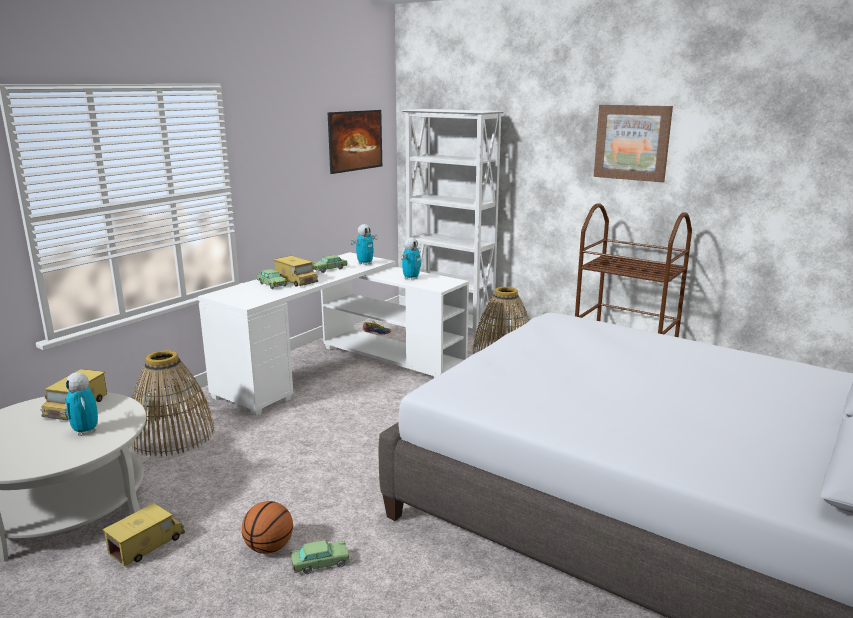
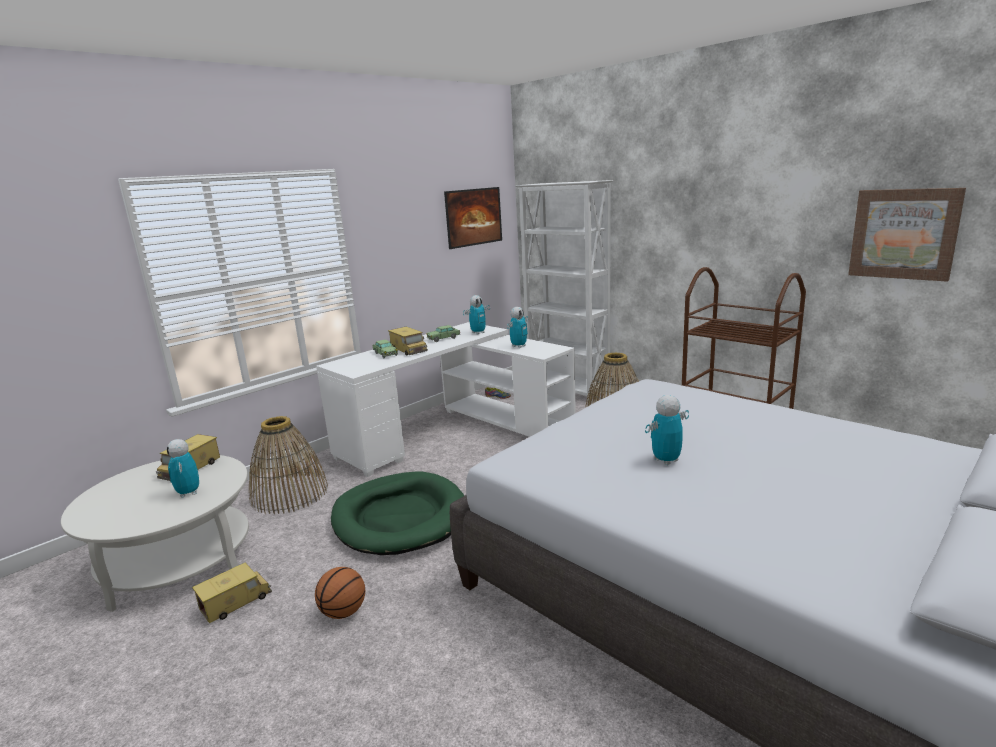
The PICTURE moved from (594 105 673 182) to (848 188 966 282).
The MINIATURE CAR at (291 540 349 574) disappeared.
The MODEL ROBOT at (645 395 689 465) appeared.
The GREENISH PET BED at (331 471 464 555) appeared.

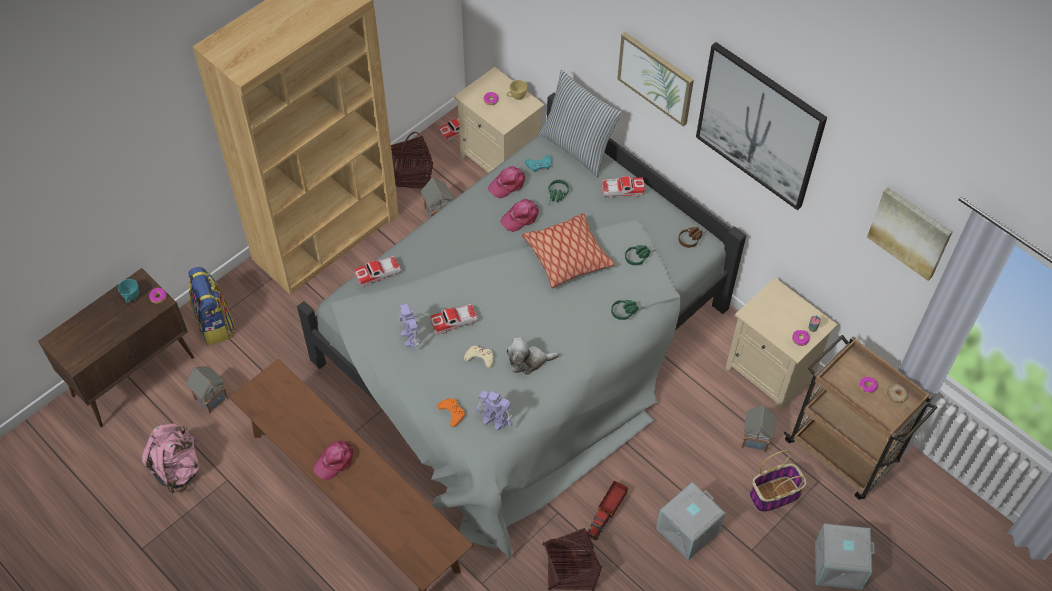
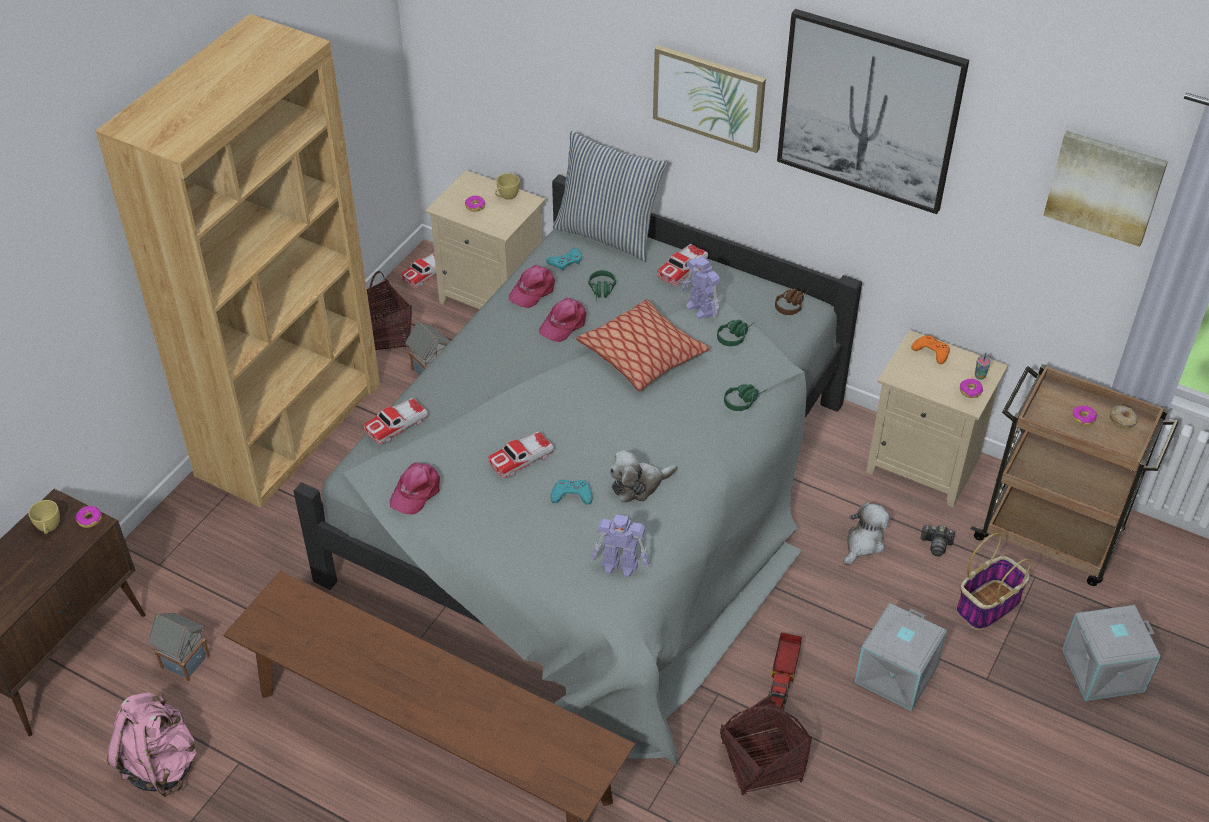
The MINIATURE CAR at (601 176 645 199) turned 150 degrees clockwise.
The RUCKSACK at (188 267 235 345) disappeared.
The BLUE-GREEN DRINKING CUP at (118 279 139 303) became the YELLOW-COLOURED DRINKING CUP at (28 500 60 534).
The MODEL ROBOT moved from (399 303 421 351) to (681 256 720 319).
The BEIGE JOYPAD at (464 345 493 368) became the BLUE-GREEN JOYPAD at (550 480 593 504).
The ORANGEY JOYPAD moved from (437 398 465 427) to (911 335 950 364).
The TOY HOUSE at (742 405 776 452) was replaced by the STILL CAMERA at (921 525 955 556).
The PINK-COLOURED PEAKED CAP moved from (313 440 353 480) to (390 462 440 515).
The SOFT TOY at (844 502 889 565) appeared.

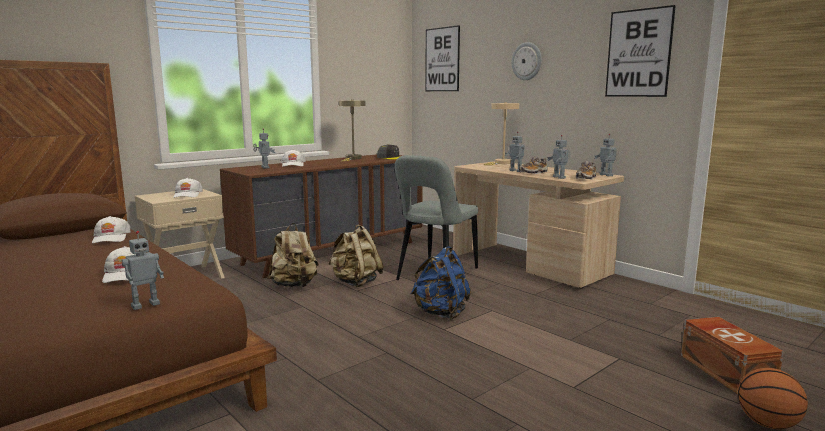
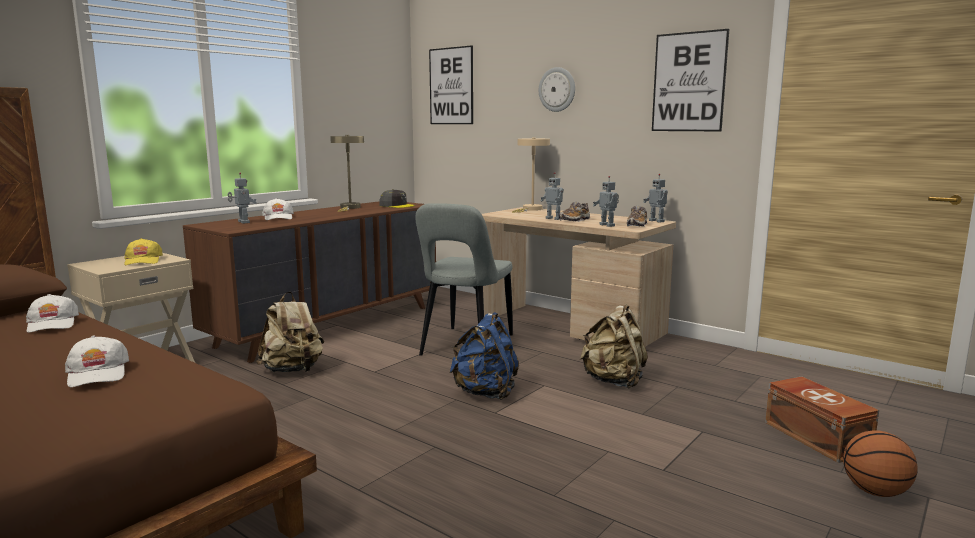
The WHITE PEAKED CAP at (173 178 203 198) became the YELLOW-COLOURED PEAKED CAP at (124 238 163 265).
The BEIGE RUCKSACK moved from (328 225 384 287) to (580 304 648 389).
The MODEL ROBOT at (122 231 164 310) disappeared.

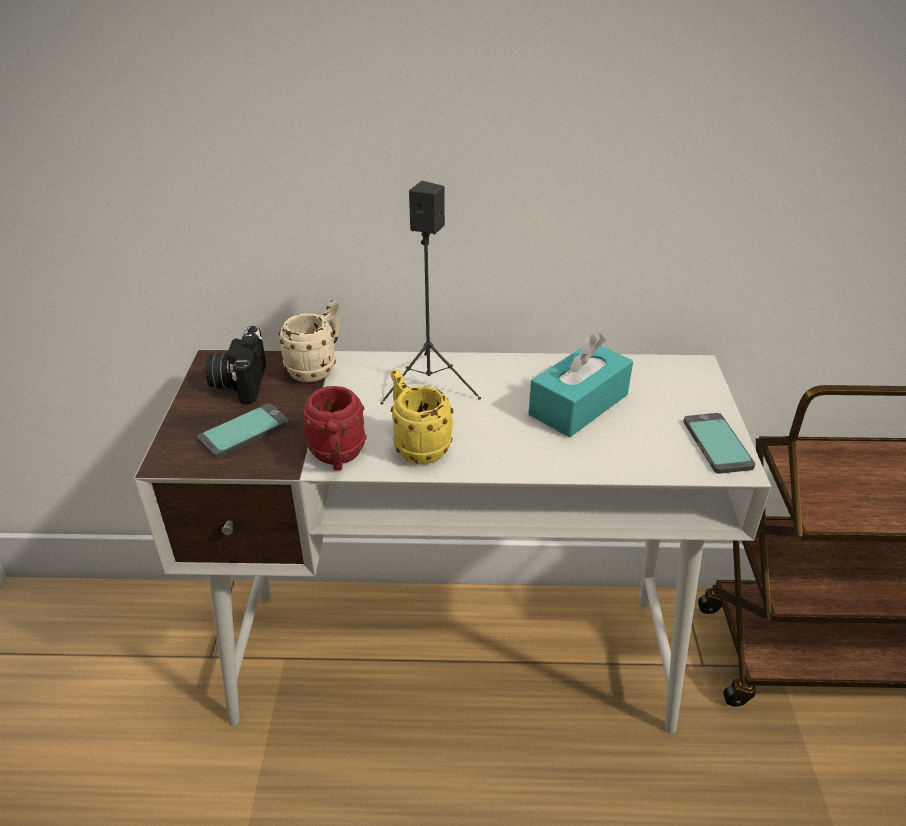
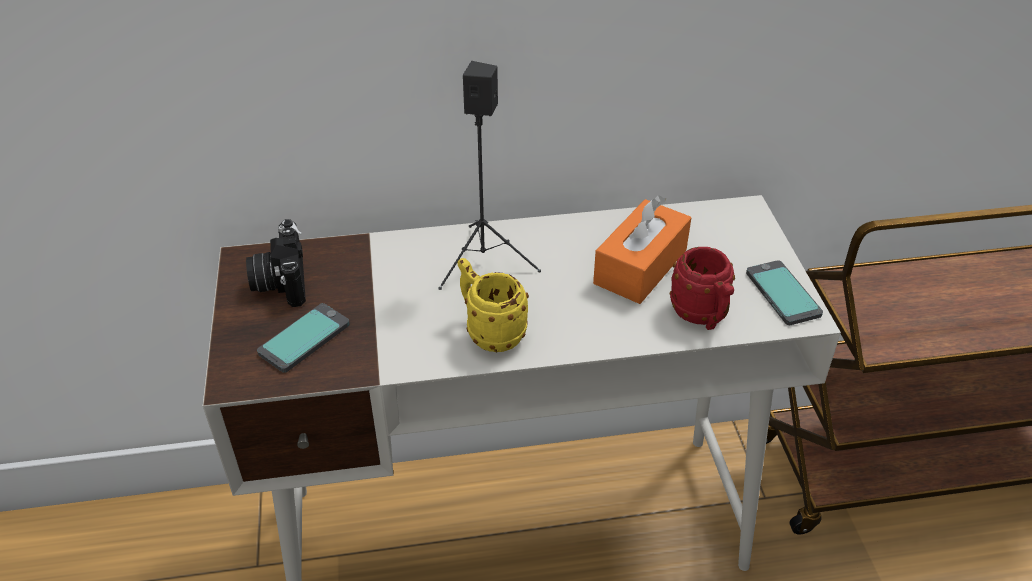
The BEIGE MUG at (279 300 340 382) disappeared.
The BLUE-GREEN TISSUE HOLDER at (529 333 633 437) became the ORANGEY TISSUE HOLDER at (593 195 691 304).
The REDDISH MUG moved from (301 386 367 471) to (670 247 735 330).

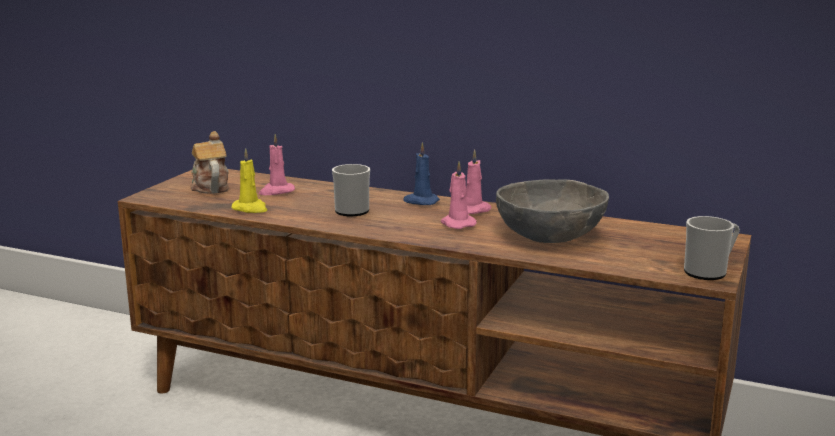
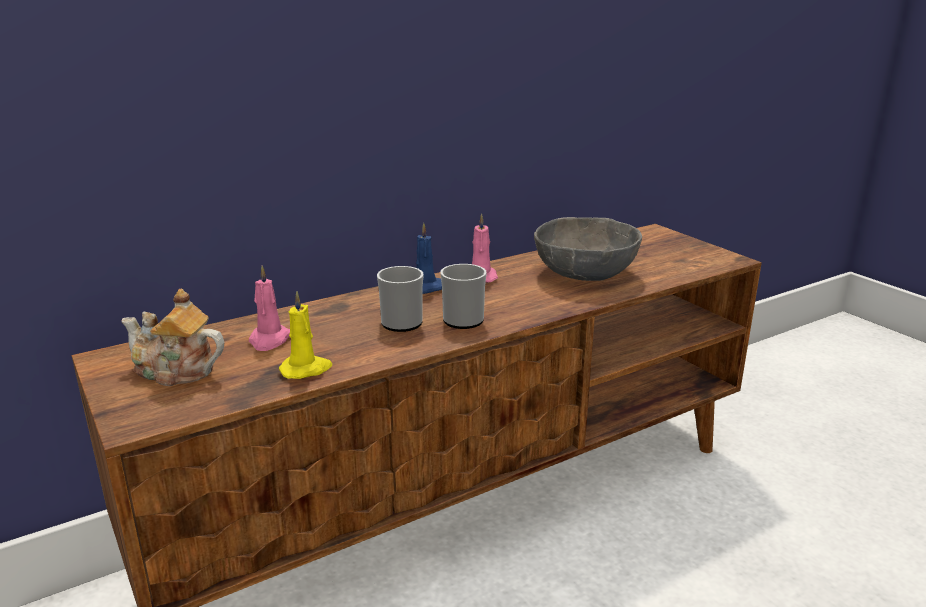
The PINK-COLOURED CANDLE at (441 161 477 229) disappeared.
The MUG moved from (684 216 740 280) to (441 264 487 329).

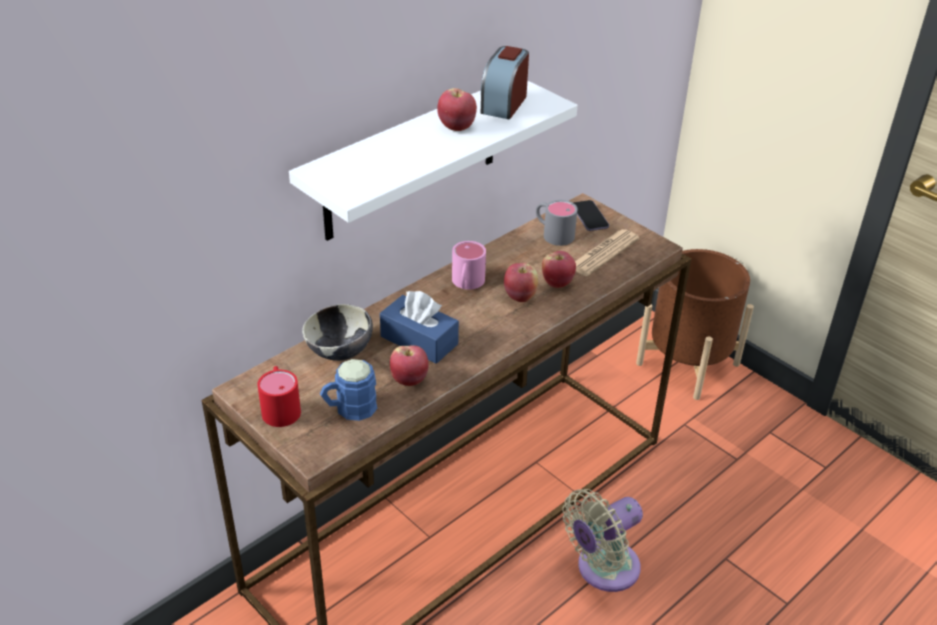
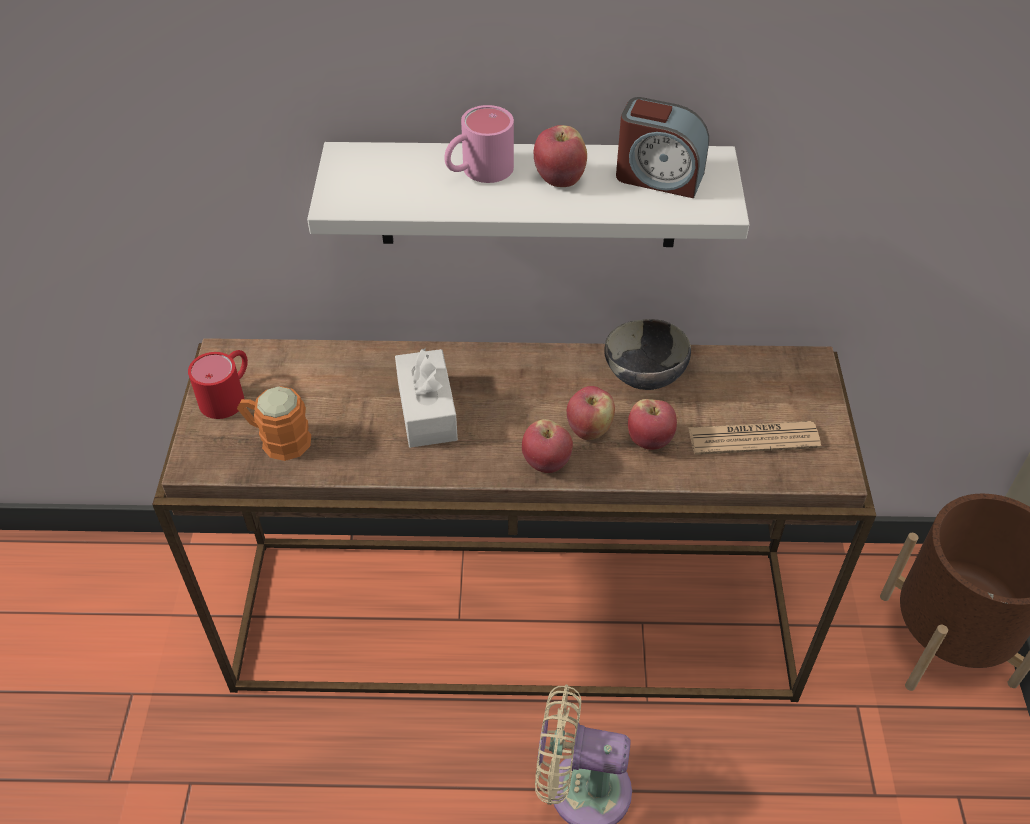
The TABLE CLOCK at (481 46 529 119) turned 135 degrees counterclockwise.
The GREYISH MUG at (536 200 577 246) disappeared.
The PHONE at (573 200 609 231) disappeared.
The PINK-COLOURED MUG moved from (452 241 486 290) to (444 105 514 183).
The BLUE TISSUE HOLDER at (380 291 459 364) became the WHITE TISSUE HOLDER at (395 348 458 448).
The SERVING BOWL moved from (302 304 373 361) to (604 319 691 390).
The APPLE FRUIT moved from (390 345 429 386) to (522 419 573 473).
The BLUE MUG at (320 359 377 421) became the ORANGEY MUG at (237 386 311 461).

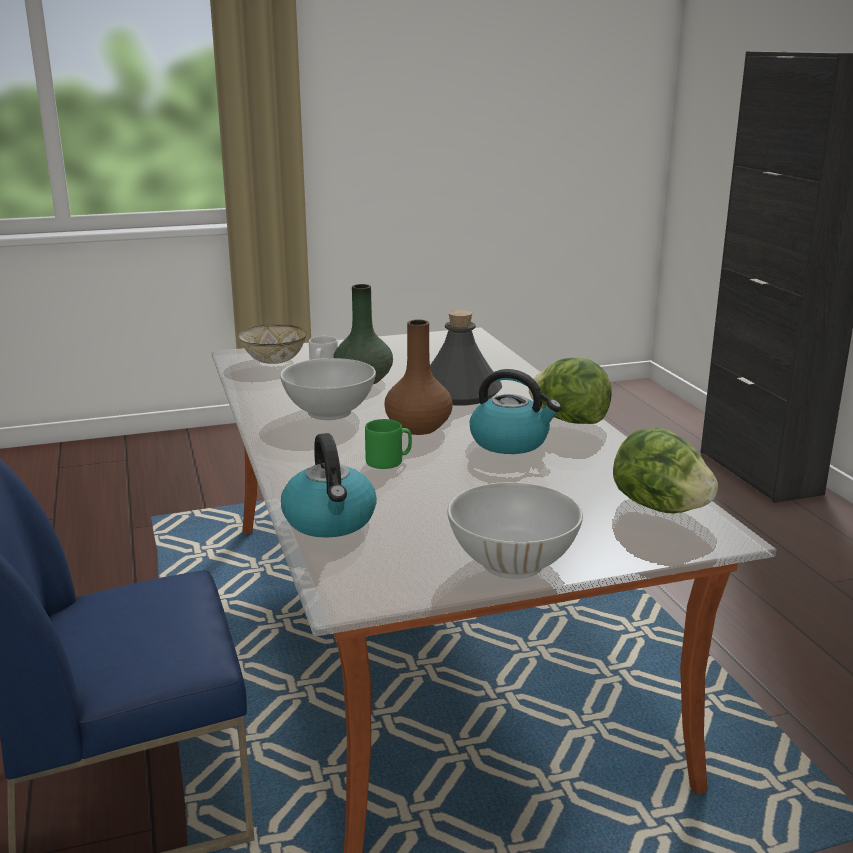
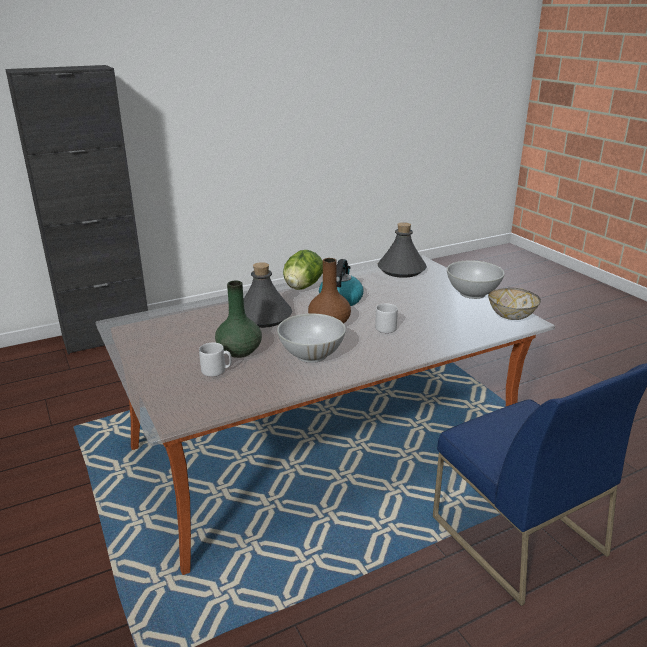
The SERVING BOWL moved from (238 324 307 364) to (488 288 541 320).
The GREENISH MUG at (365 419 412 469) became the GREYISH MUG at (375 303 398 333).
The LETTUCE at (613 428 718 513) was replaced by the GREYISH BOTTLE at (378 222 427 278).
The WATER KETTLE at (281 433 377 538) disappeared.

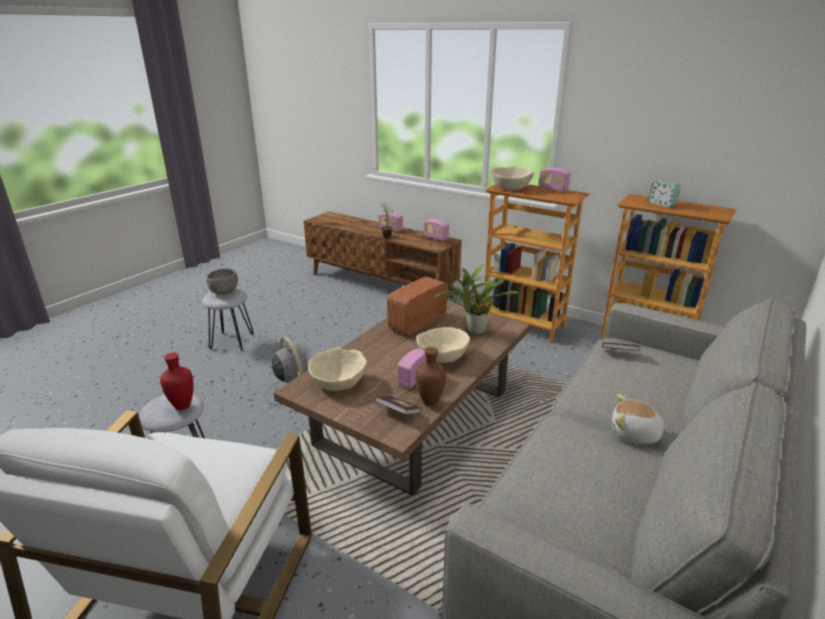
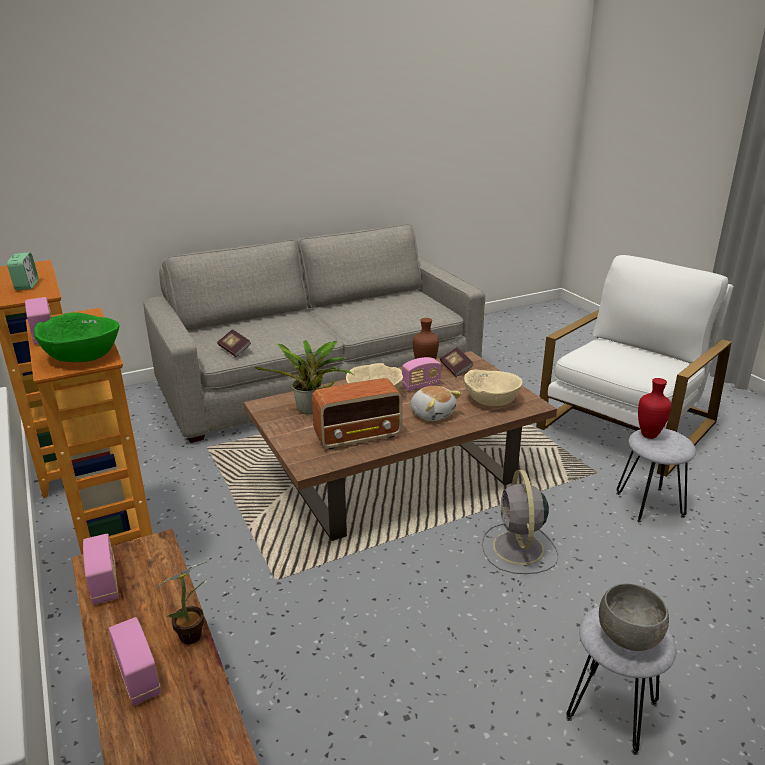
The BEIGE SERVING BOWL at (491 166 534 191) became the GREENISH SERVING BOWL at (34 312 120 362).
The SOFT TOY moved from (612 394 671 444) to (411 386 462 421).

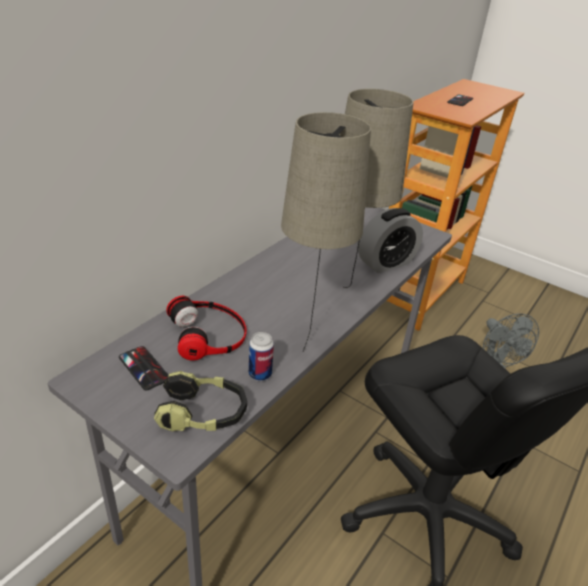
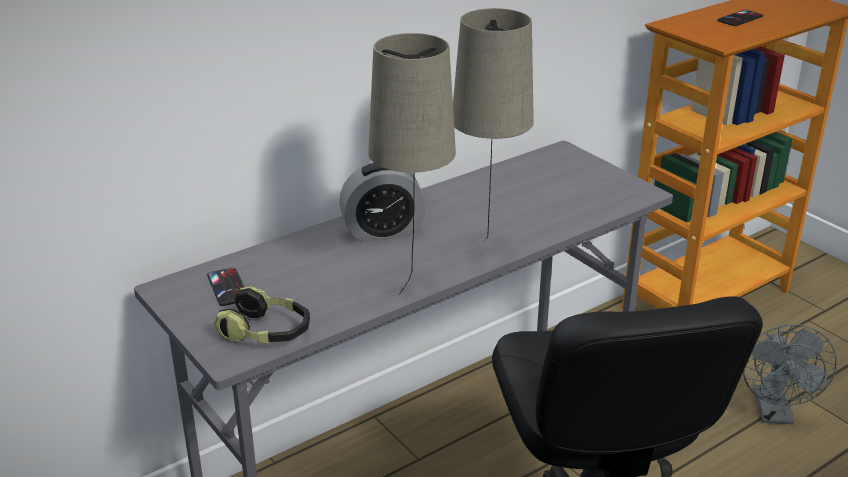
The TABLE CLOCK moved from (358 208 423 273) to (339 162 426 242).
The HEADPHONES at (166 296 247 361) disappeared.
The METAL CAN at (249 332 274 381) disappeared.

